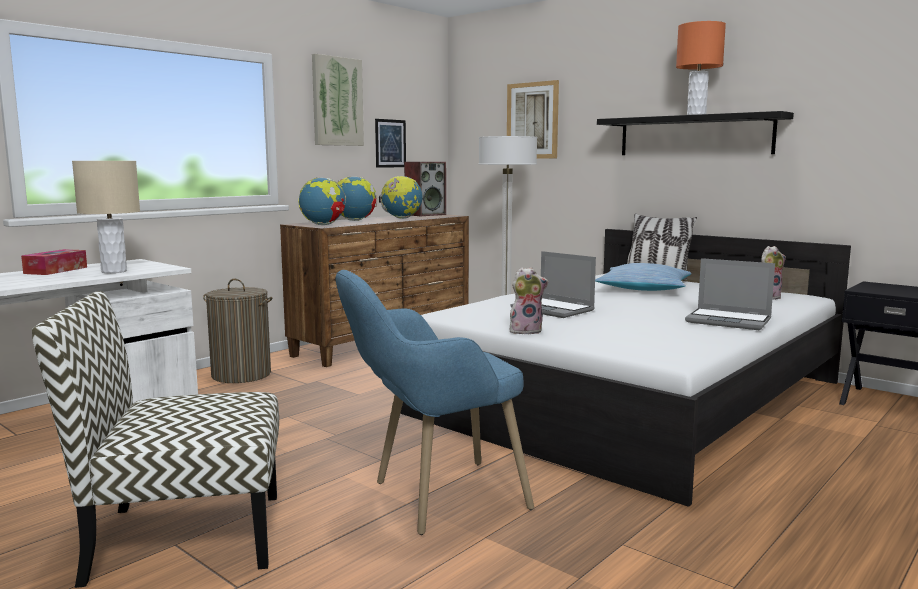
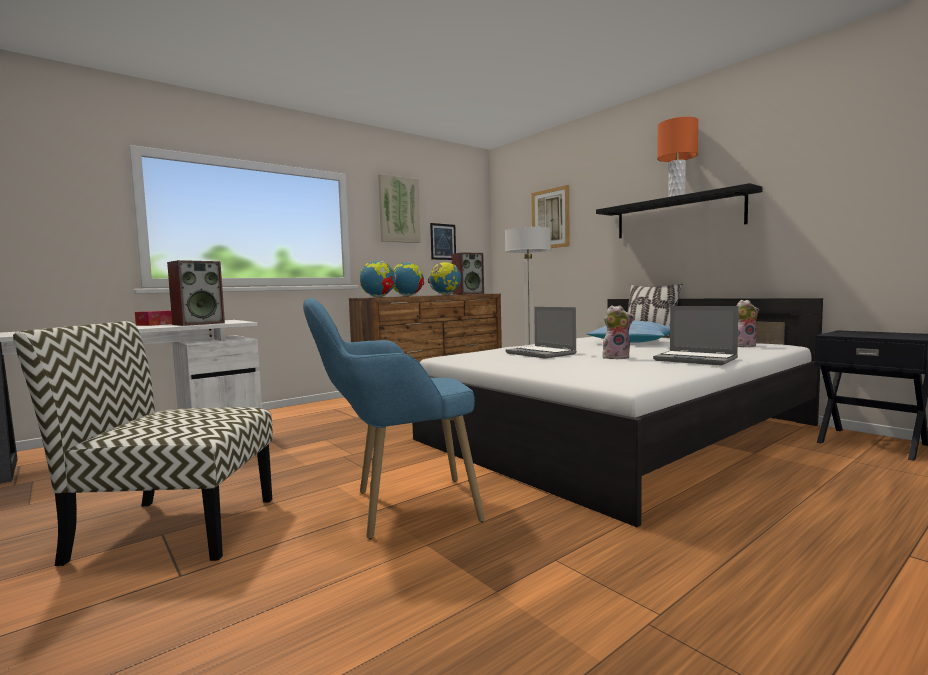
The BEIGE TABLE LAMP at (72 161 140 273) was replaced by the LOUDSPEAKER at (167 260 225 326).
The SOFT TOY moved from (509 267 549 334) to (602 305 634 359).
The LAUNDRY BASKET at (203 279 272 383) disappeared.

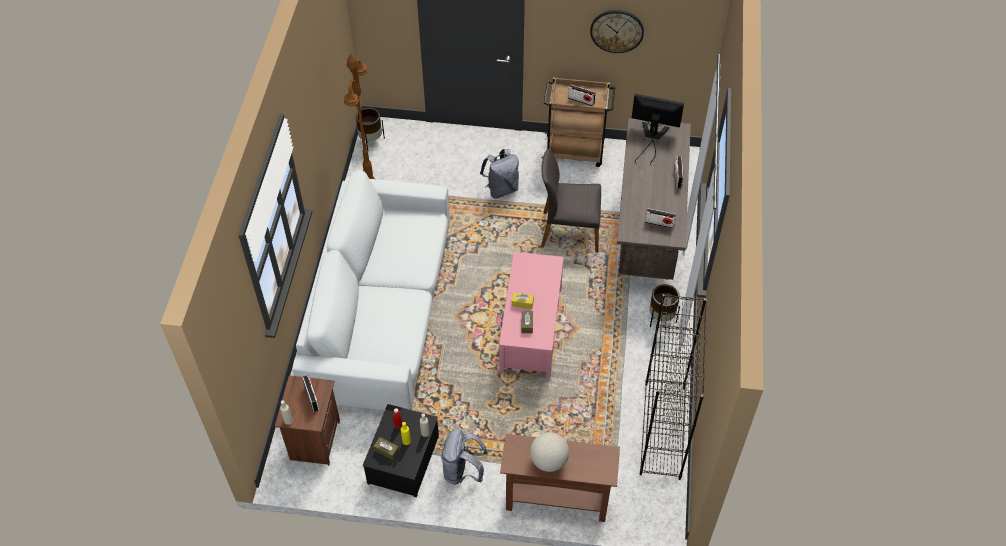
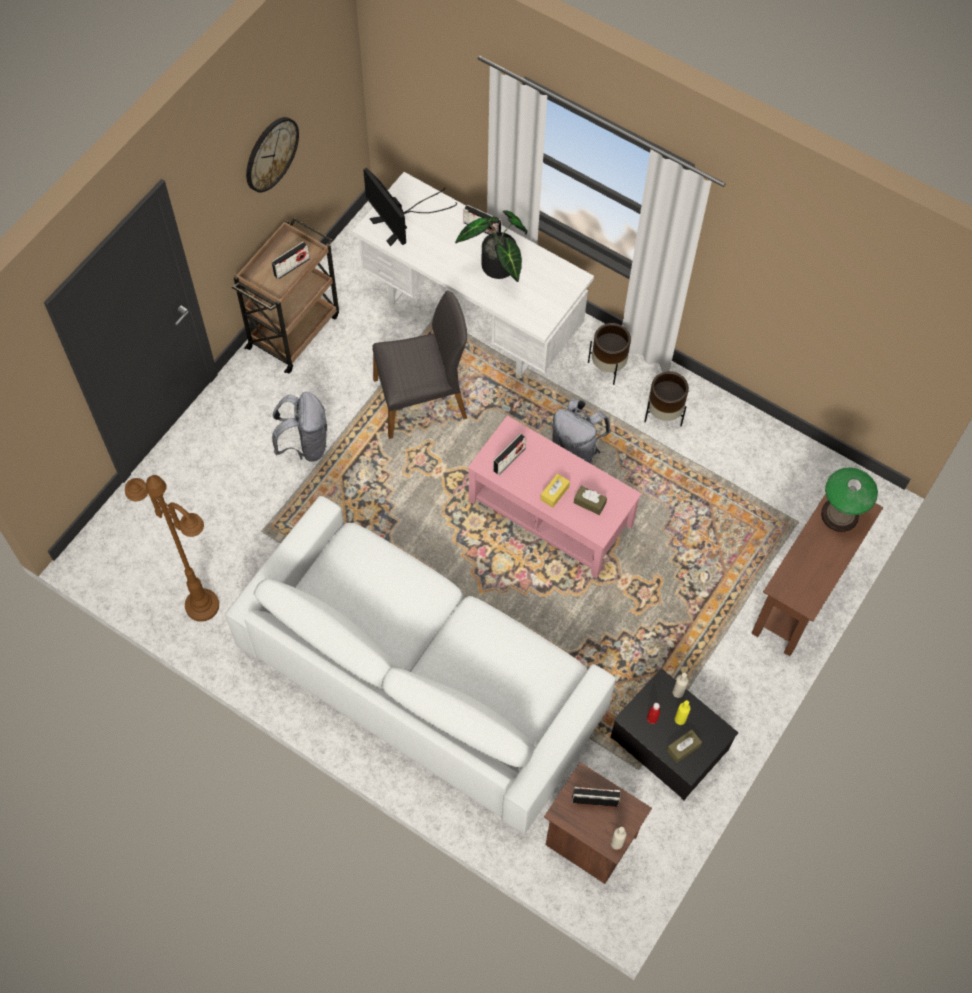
The COMPUTER SCREEN at (632 94 684 165) turned 75 degrees counterclockwise.
The BROWN FLOWER POT moved from (356 108 385 150) to (644 371 689 426).
The BROWN DESK at (617 118 691 280) became the WHITE DESK at (352 172 594 377).
The GREYISH PLAIN CHAIR at (541 148 601 253) turned 135 degrees counterclockwise.
The RADIO moved from (645 208 676 229) to (493 433 526 475).
The BLACKISH SHELVING UNIT at (639 294 707 480) disappeared.
The GREYISH RUCKSACK moved from (441 428 488 485) to (552 398 611 464).
The GLOBE at (530 432 569 472) disappeared.
The HOUSEPLANT at (455 210 528 282) appeared.
The TABLE LAMP at (821 467 878 532) appeared.

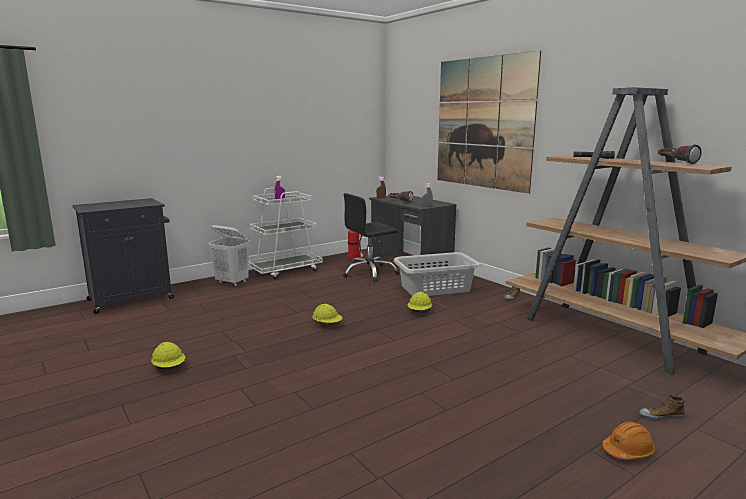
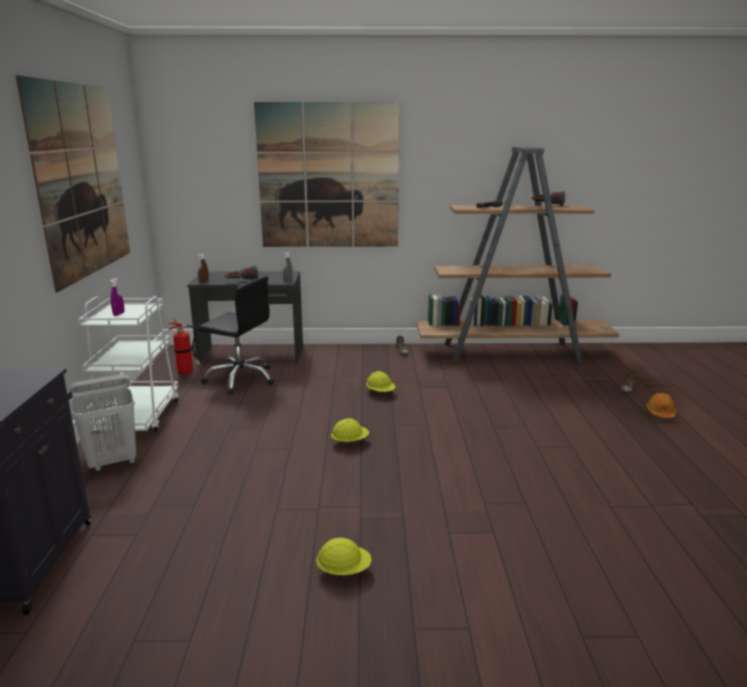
The BLACKISH COMPUTER CHAIR at (343 193 399 282) turned 75 degrees counterclockwise.
The GREYISH LAUNDRY BASKET at (394 252 481 296) disappeared.
The PICTURE at (15 75 130 292) appeared.

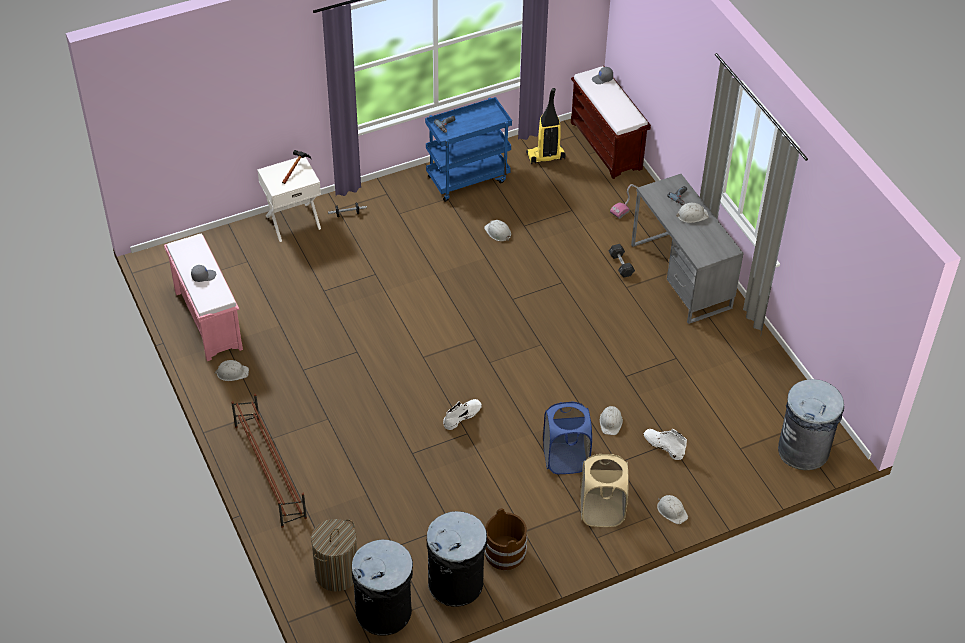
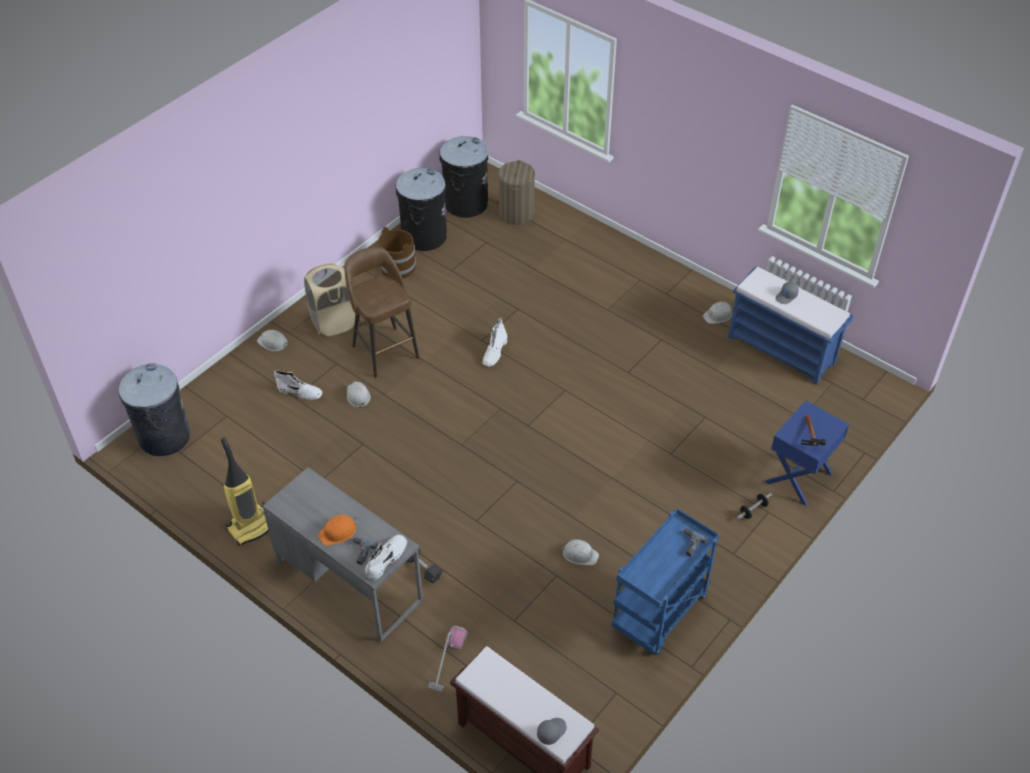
The VACUUM moved from (526 88 566 164) to (220 437 269 546).
The WHITE NIGHTSTAND at (257 157 321 242) became the BLUE NIGHTSTAND at (765 400 849 506).
The WHITE SAFETY HELMET at (676 203 709 223) became the ORANGEY SAFETY HELMET at (318 515 356 546).
The PINK-COLOURED BENCH at (164 234 243 361) became the BLUE BENCH at (728 266 853 385).
The BROWN SHOE RACK at (231 394 307 528) disappeared.
The BLUE LAUNDRY BASKET at (543 401 592 474) was replaced by the BROWN STOOL at (344 247 419 378).
The WHITE HIGH-TOP BOOT at (365 535 407 580) appeared.

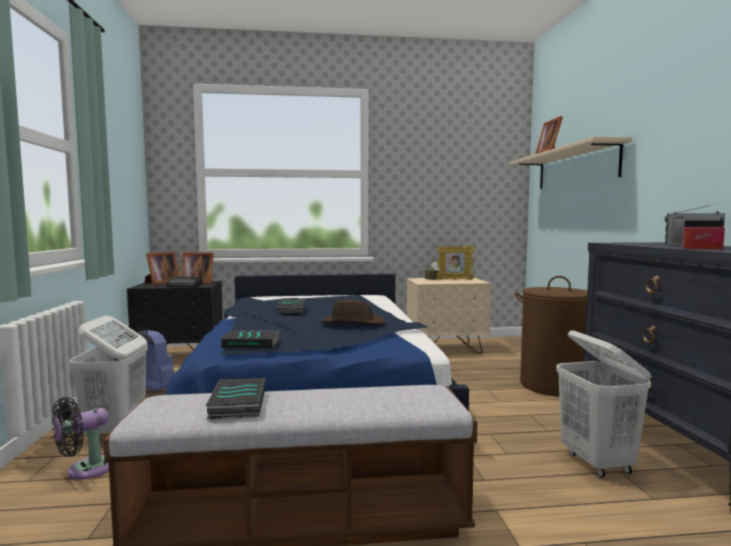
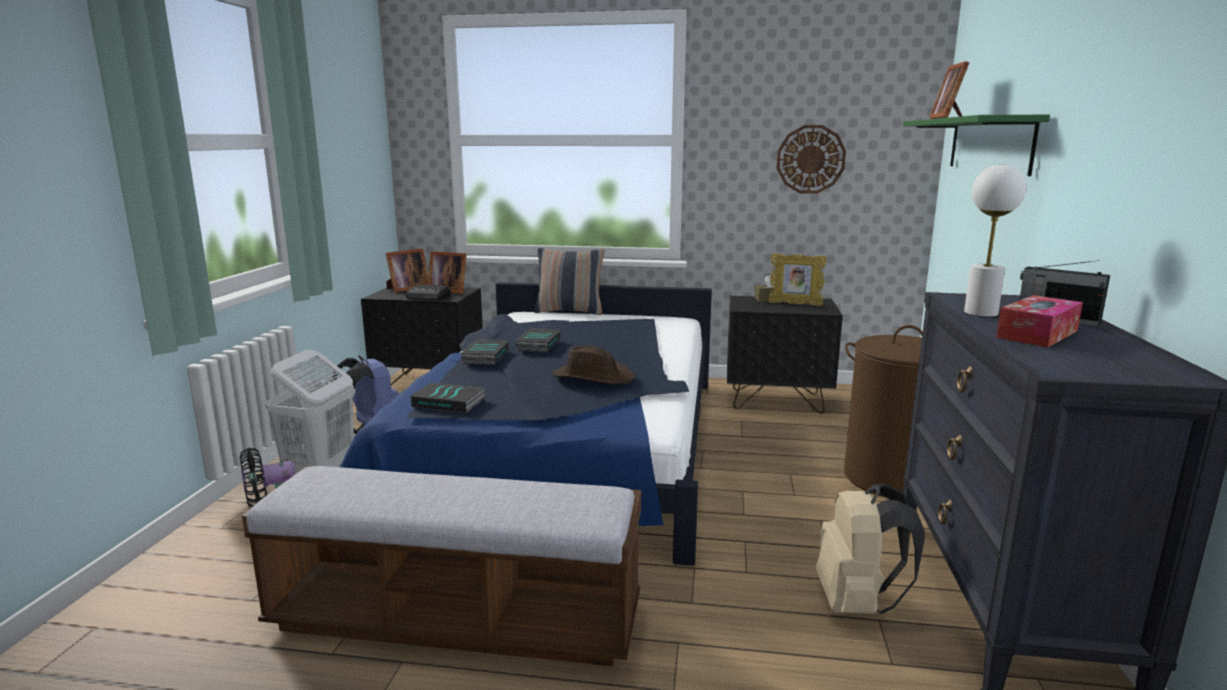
The BEIGE WALL SHELF at (509 137 632 189) became the GREENISH WALL SHELF at (903 115 1050 176).
The BEIGE NIGHTSTAND at (407 278 491 354) became the BLACKISH NIGHTSTAND at (727 296 843 413).
The WHITE LAUNDRY BASKET at (556 330 651 478) was replaced by the BEIGE RUCKSACK at (816 484 925 614).
The BOOK moved from (206 378 265 419) to (460 339 509 365).
The CLOCK ON THE WALL at (777 125 846 194) appeared.
The WHITE TABLE LAMP at (964 165 1027 317) appeared.
The THROW PILLOW at (534 248 605 315) appeared.

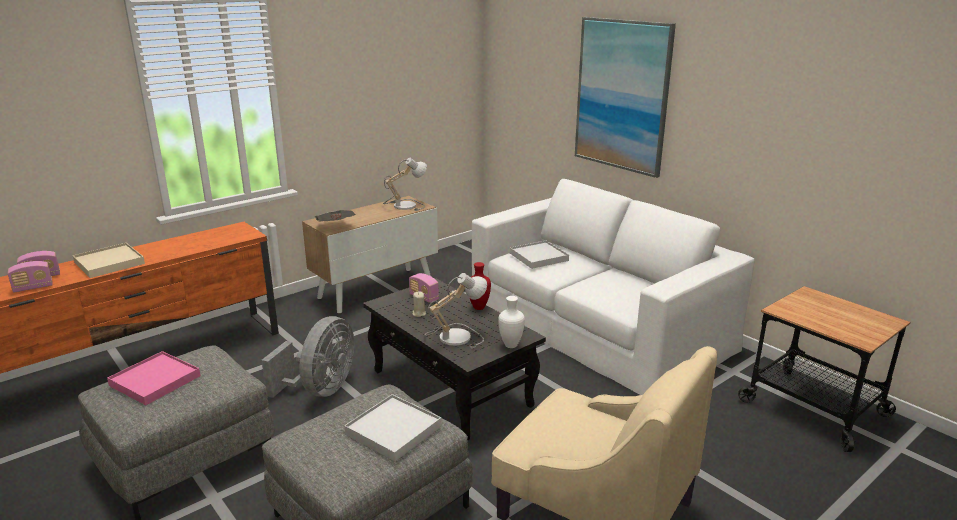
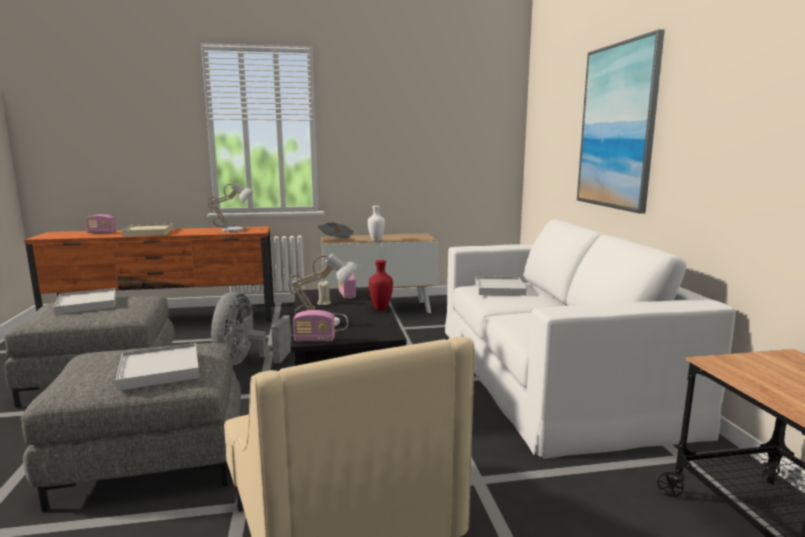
The TABLE LAMP moved from (383 157 427 211) to (208 182 254 233).
The RADIO moved from (8 261 53 293) to (293 310 335 342).
The WHITE VASE moved from (498 296 525 348) to (368 206 385 242).
The GREYISH COOLING FAN at (261 316 354 398) turned 135 degrees clockwise.
The PINK-COLOURED TRAY at (107 351 200 405) became the WHITE TRAY at (54 288 116 315).

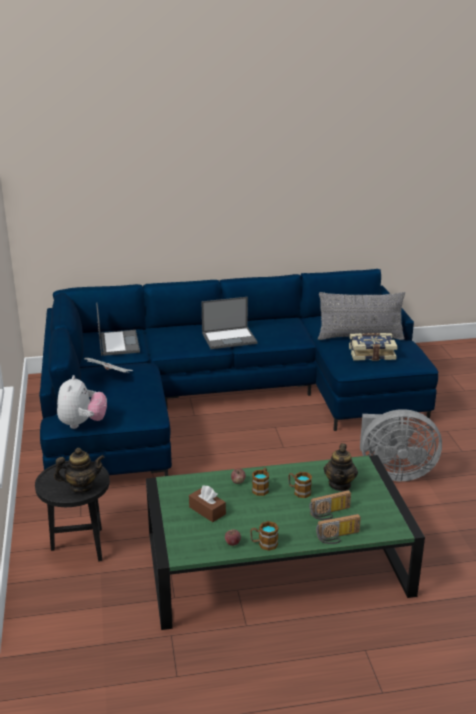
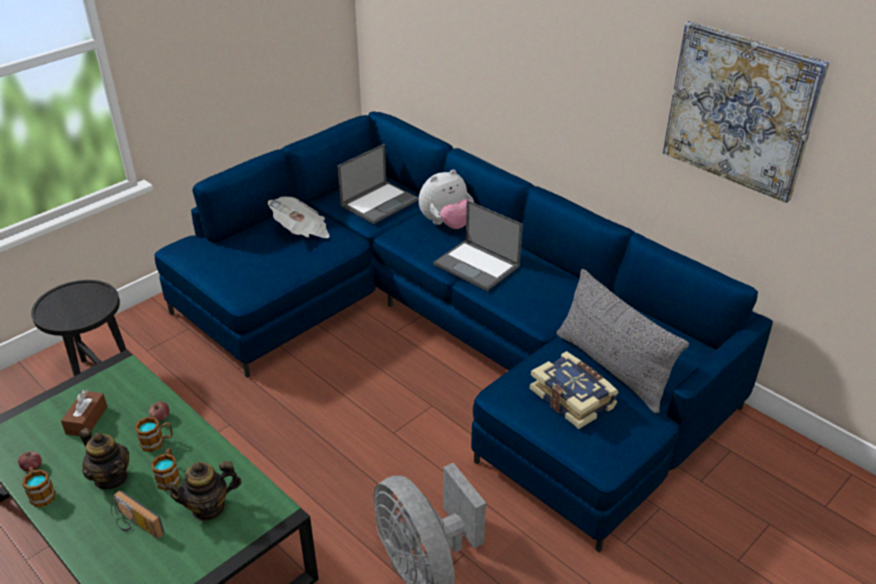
The SOFT TOY moved from (57 375 107 429) to (419 169 474 229).
The TEAPOT moved from (54 448 105 493) to (80 428 129 489).
The RADIO at (316 514 361 544) disappeared.
The PICTURE at (663 21 829 203) appeared.

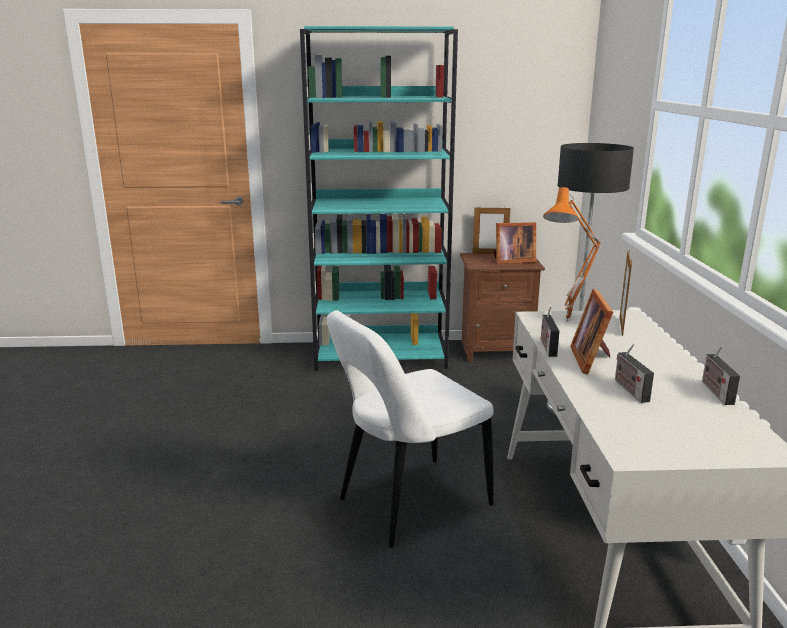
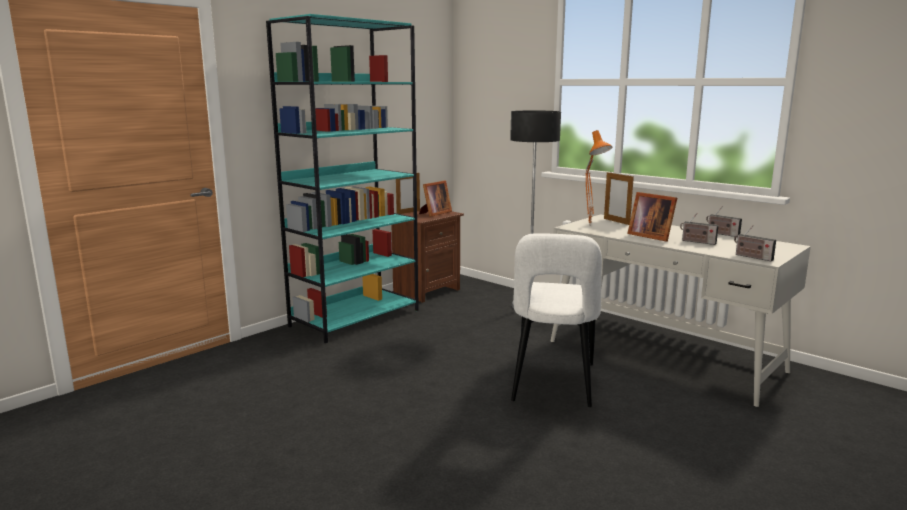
The RADIO moved from (541 306 559 357) to (734 225 776 261).

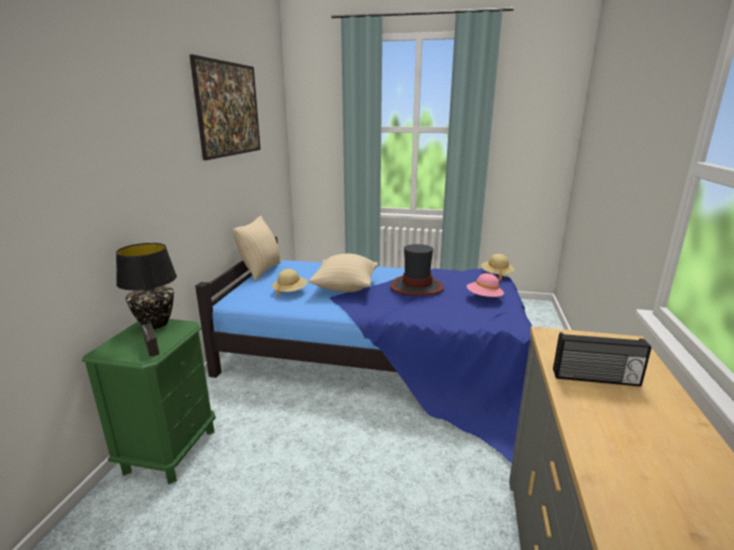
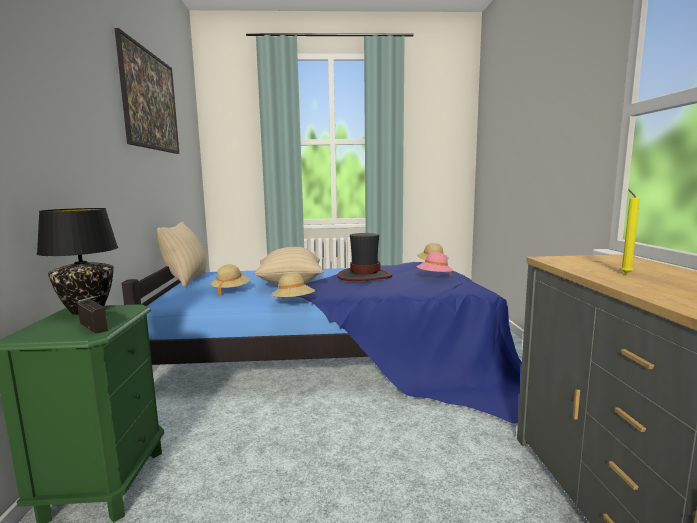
The RADIO at (553 332 652 387) was replaced by the YELLOW-COLOURED CANDLE at (621 189 640 274).
The BEIGE CLOTHING HAT at (271 273 315 299) appeared.

